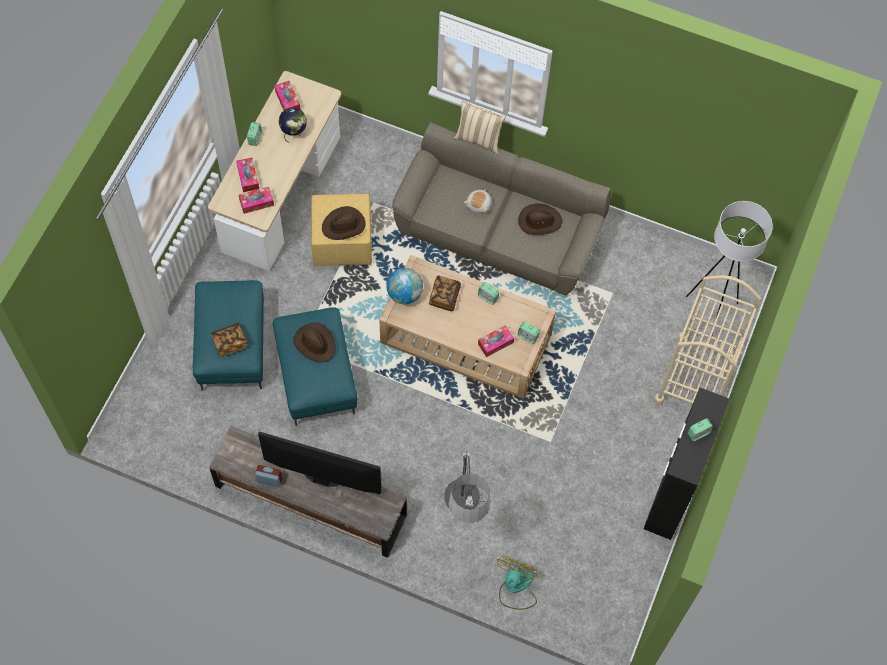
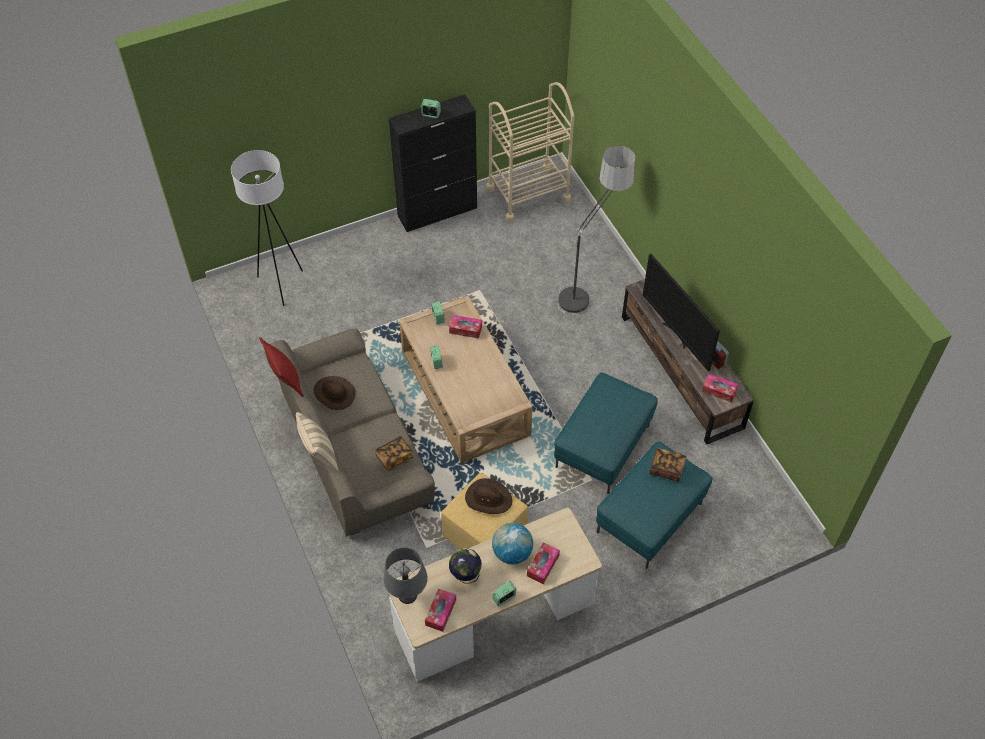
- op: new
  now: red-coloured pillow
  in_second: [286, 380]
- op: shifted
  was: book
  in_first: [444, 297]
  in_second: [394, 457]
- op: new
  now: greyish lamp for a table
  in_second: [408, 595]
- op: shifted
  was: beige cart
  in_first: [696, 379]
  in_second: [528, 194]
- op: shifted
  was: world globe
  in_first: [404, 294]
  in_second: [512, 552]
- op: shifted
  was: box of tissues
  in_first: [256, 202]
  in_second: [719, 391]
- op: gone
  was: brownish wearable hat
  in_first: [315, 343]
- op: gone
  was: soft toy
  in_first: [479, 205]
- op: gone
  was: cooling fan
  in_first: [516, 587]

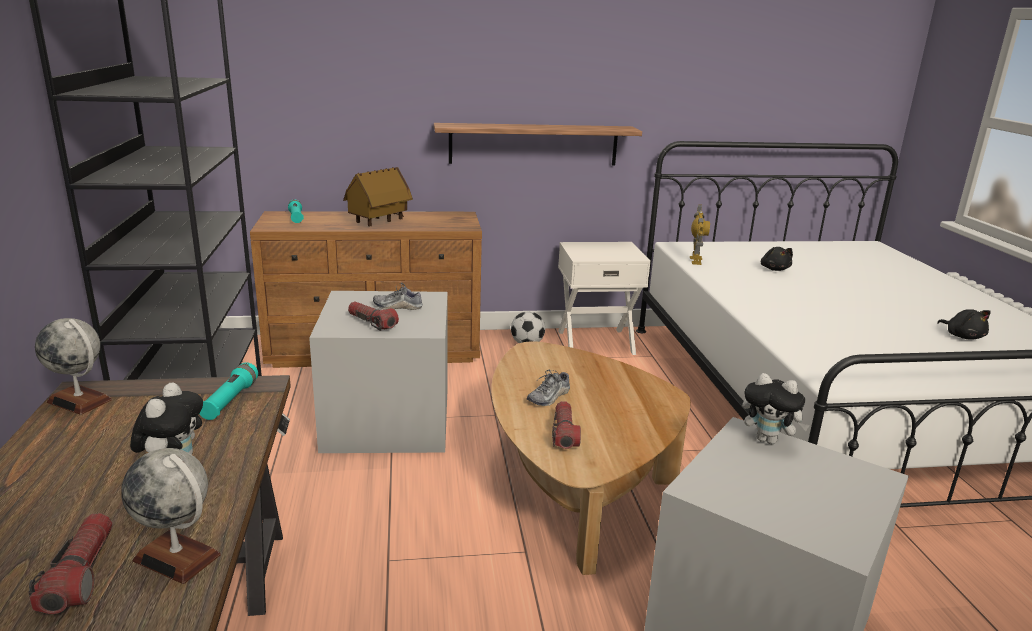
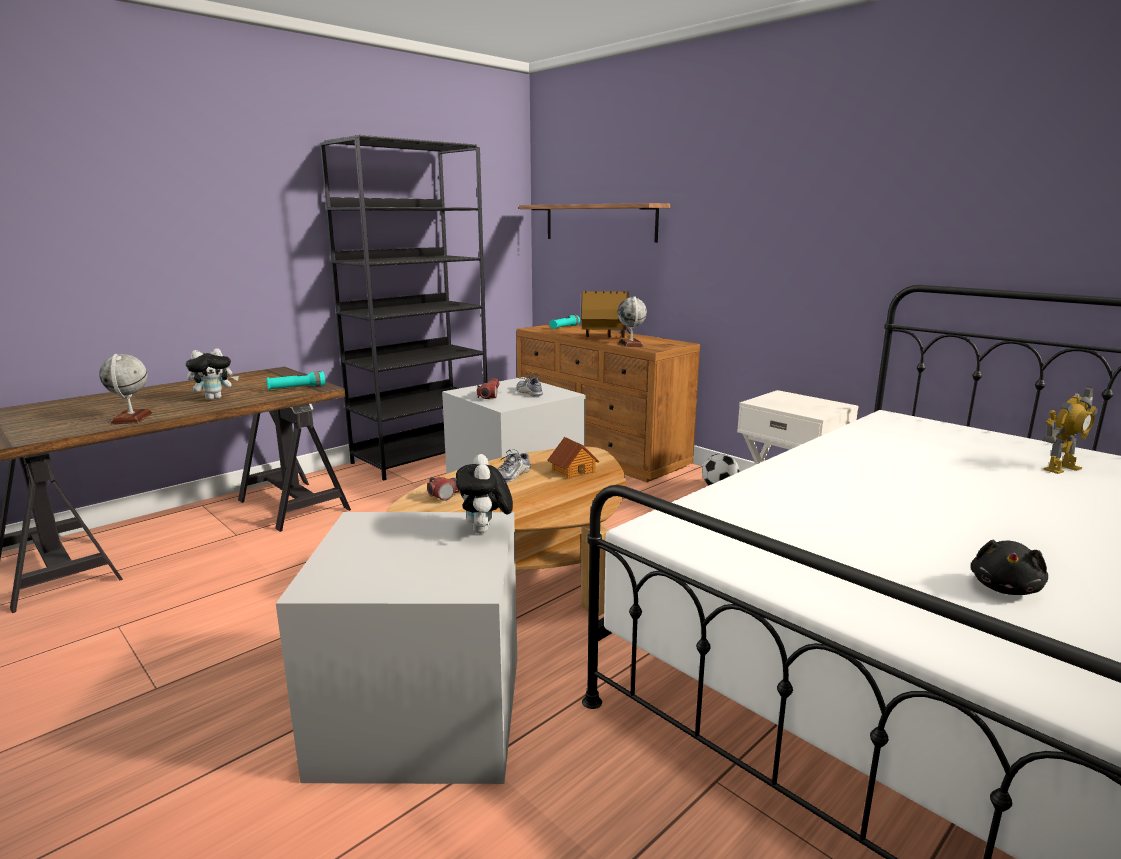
- op: rotated
  was: low shoe
  in_first: [549, 397]
  in_second: [511, 475]
  clockwise: -60
- op: shifted
  was: wall shelf
  in_first: [533, 144]
  in_second: [599, 222]
- op: new
  now: miniature house
  in_second: [573, 470]
- op: shifted
  was: world globe
  in_first: [80, 401]
  in_second: [631, 344]
- op: shifted
  was: toy robot
  in_first: [695, 260]
  in_second: [1061, 468]
- op: gone
  was: hand torch
  in_first: [80, 574]
- op: gone
  was: black-coloured soft toy
  in_first: [774, 269]

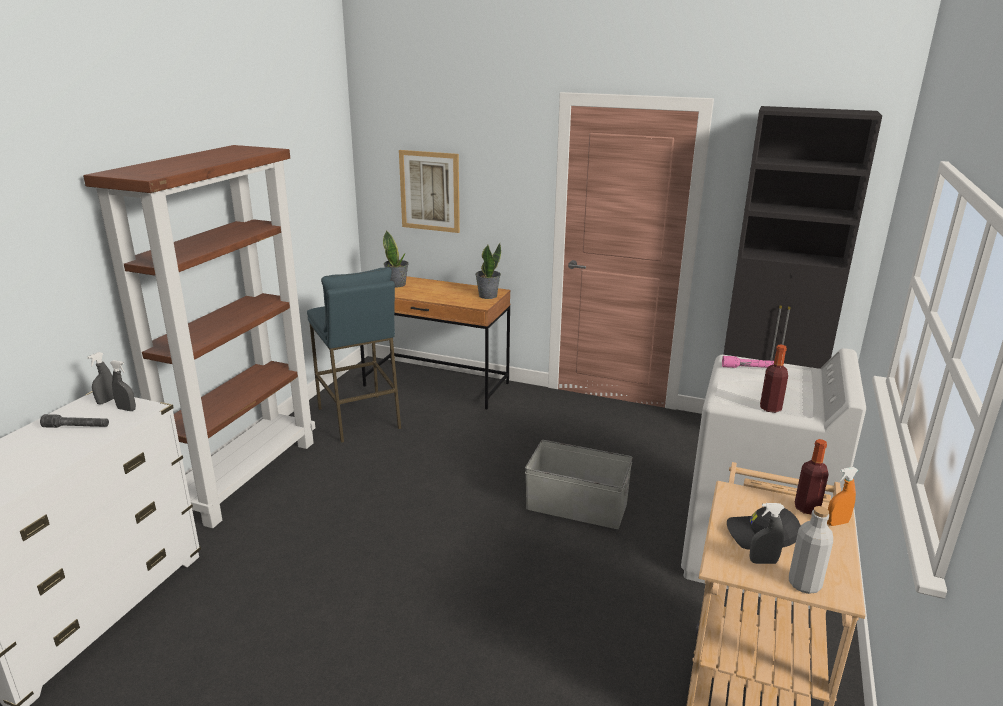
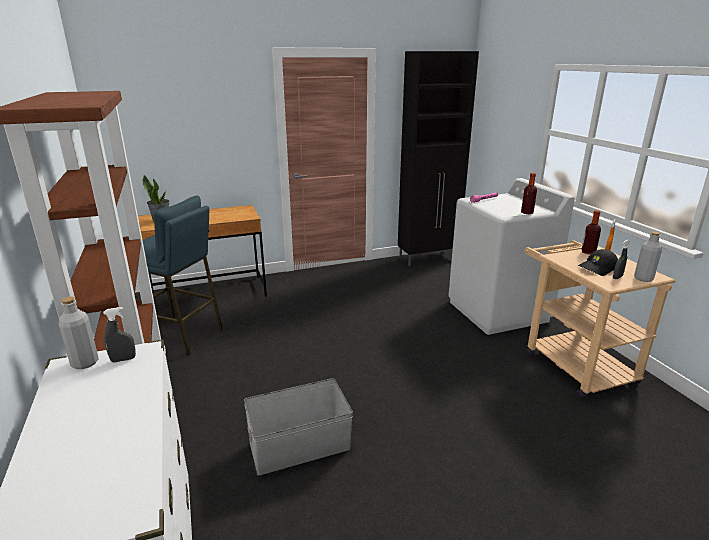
- op: swapped
  was: greyish sprayer
  now: greyish drink bottle
  in_first: [106, 401]
  in_second: [85, 363]
- op: shifted
  was: greyish storage box
  in_first: [576, 506]
  in_second: [299, 446]
- op: gone
  was: greyish hand torch
  in_first: [77, 427]
- op: gone
  was: wall art
  in_first: [430, 191]
- op: gone
  was: potted plant
  in_first: [487, 296]

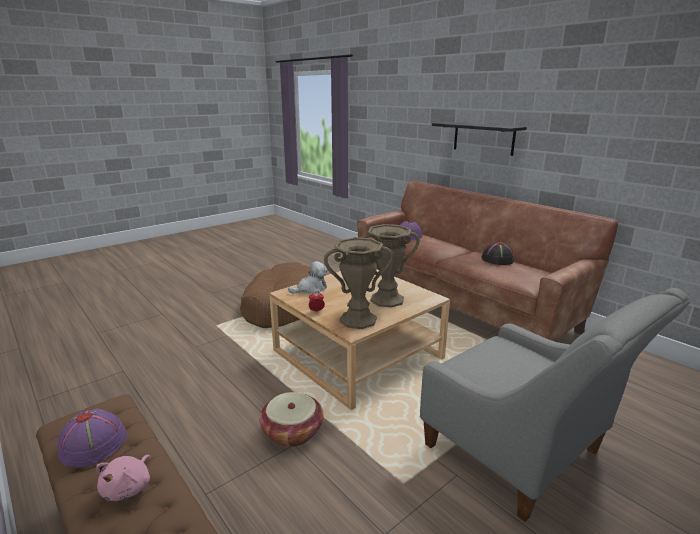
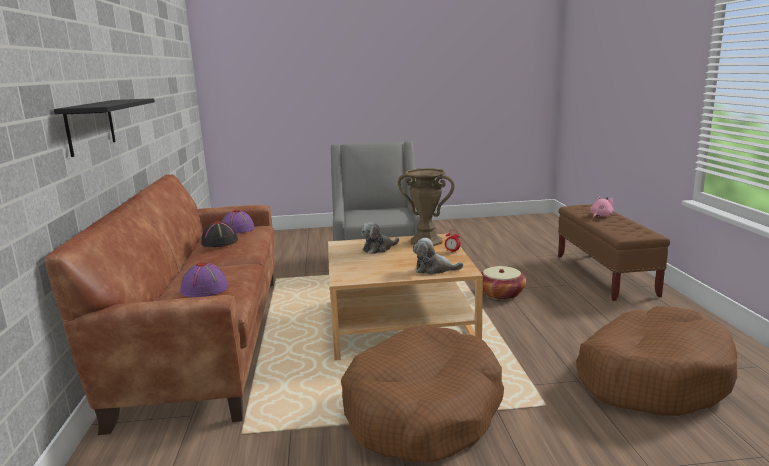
- op: shifted
  was: purple wearable hat
  in_first: [94, 444]
  in_second: [237, 229]
- op: swapped
  was: brownish decorative vase
  now: soft toy
  in_first: [387, 300]
  in_second: [379, 249]
- op: new
  now: brownish dog bed
  in_second: [652, 377]

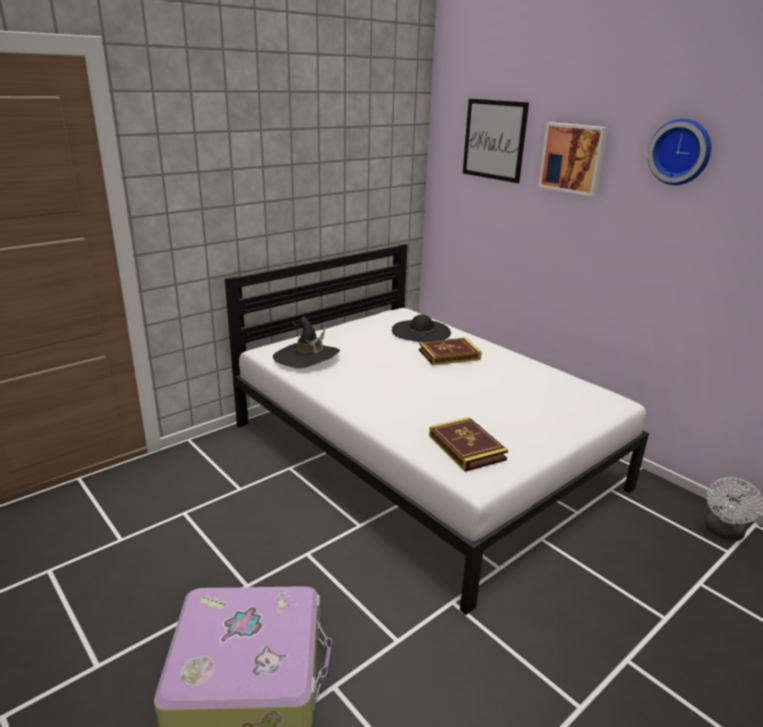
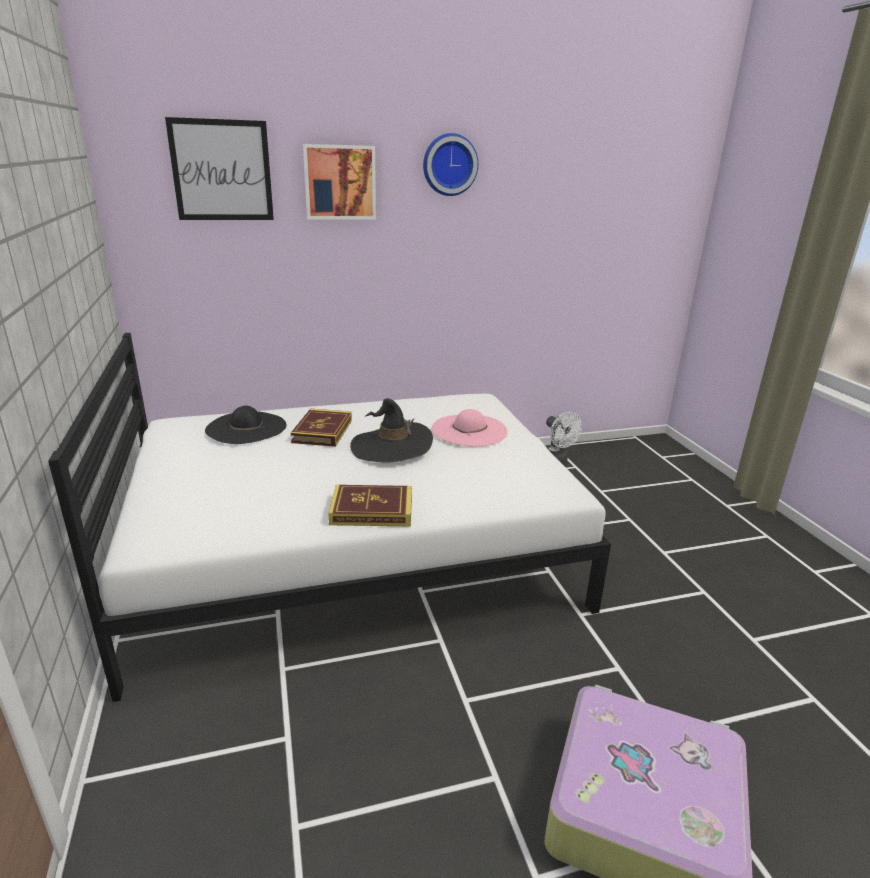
- op: shifted
  was: book
  in_first: [466, 447]
  in_second: [372, 510]
- op: shifted
  was: black-coloured wearable hat
  in_first: [306, 357]
  in_second: [391, 447]
- op: new
  now: pinkish wearable hat
  in_second: [469, 430]

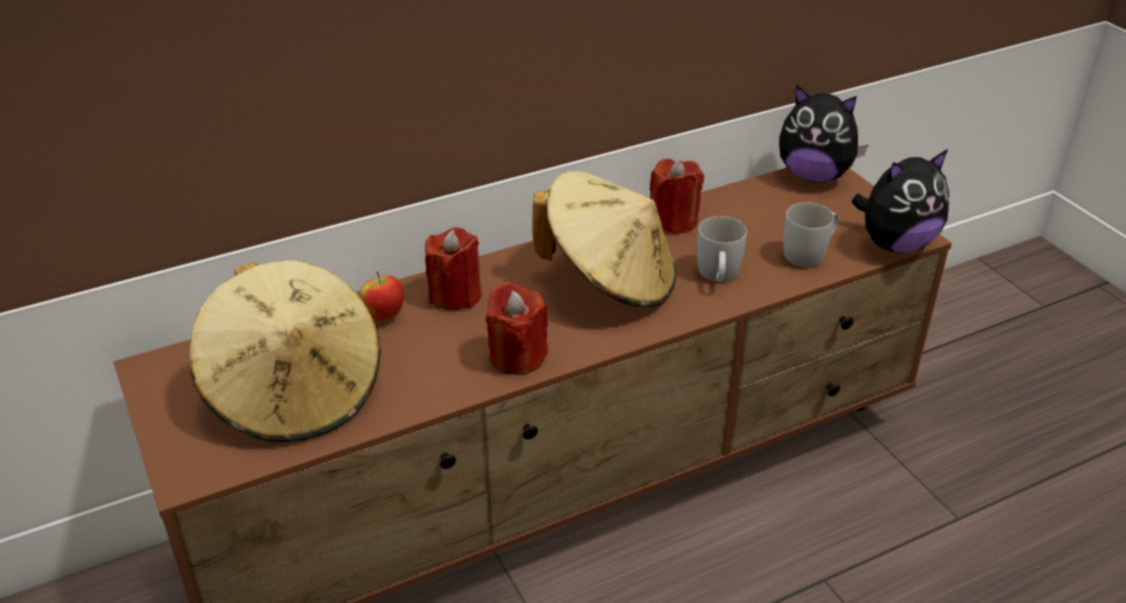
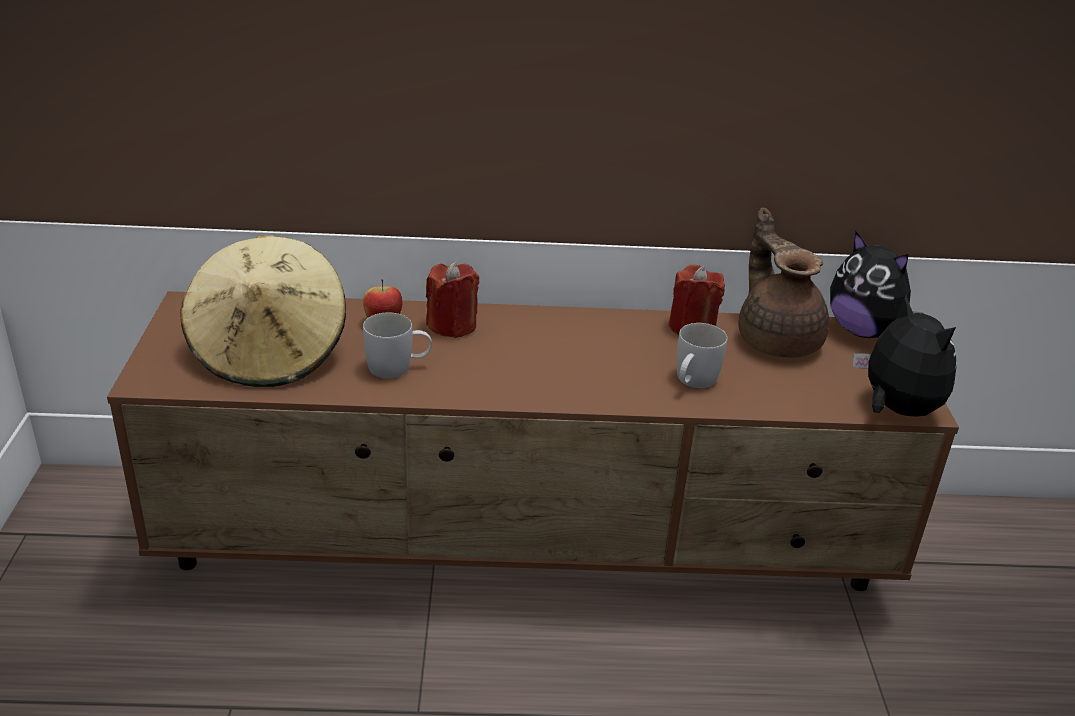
- op: shifted
  was: white coffee mug
  in_first: [810, 253]
  in_second: [398, 367]
- op: new
  now: brownish teapot
  in_second: [777, 339]
- op: rotated
  was: soft toy
  in_first: [895, 244]
  in_second: [895, 410]
  clockwise: -120
- op: gone
  was: red-coloured wax candle
  in_first: [517, 356]
- op: gone
  was: beige wearable hat
  in_first: [609, 280]

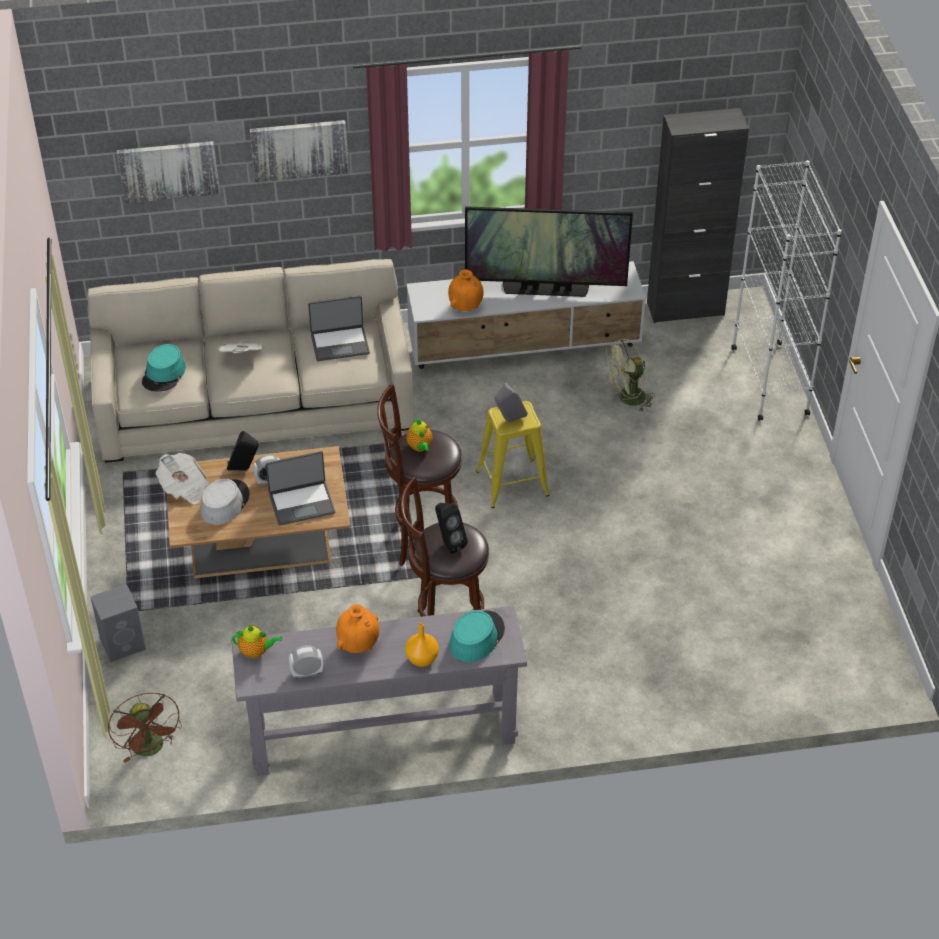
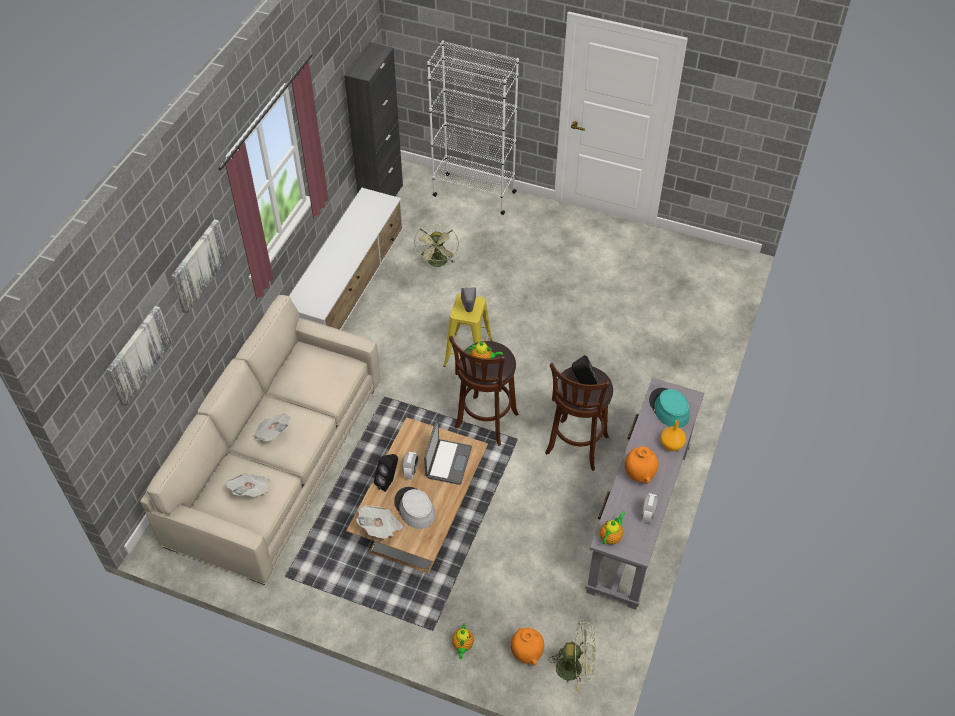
- op: swapped
  was: turquoise wearable hat
  now: newspaper
  in_first: [164, 374]
  in_second: [251, 490]
- op: swapped
  was: greyish speaker
  now: teapot
  in_first: [124, 643]
  in_second: [462, 646]
- op: shifted
  was: orange-coloured decorative vase
  in_first: [466, 307]
  in_second: [526, 653]
- op: repainted
  was: brownish cooling fan
  now: green cooling fan
  in_first: [151, 749]
  in_second: [575, 668]
- op: gone
  was: laptop
  in_first: [340, 343]
- op: gone
  was: TV
  in_first: [545, 289]

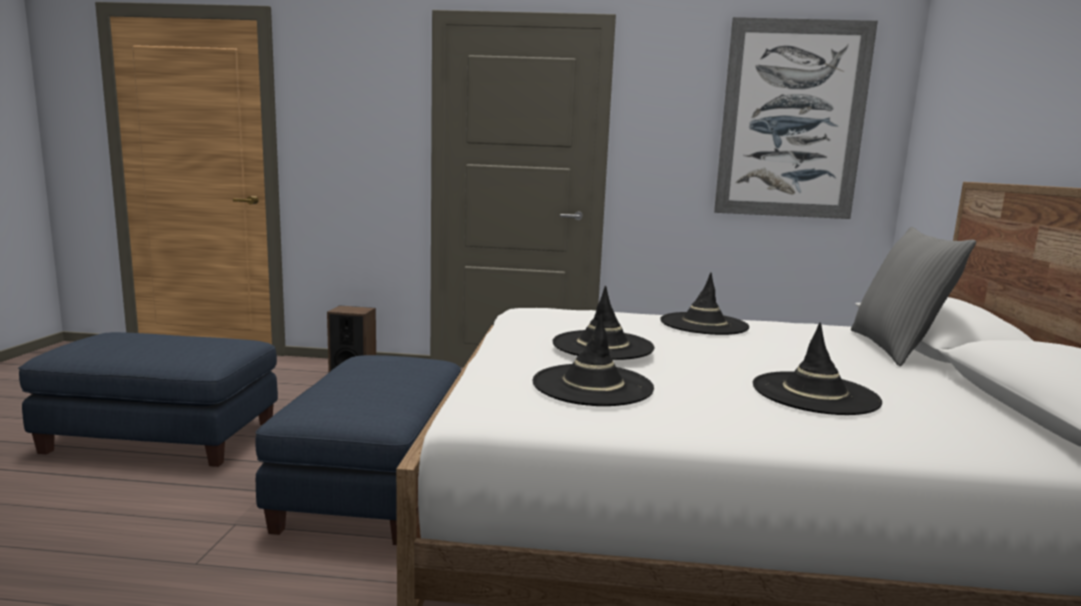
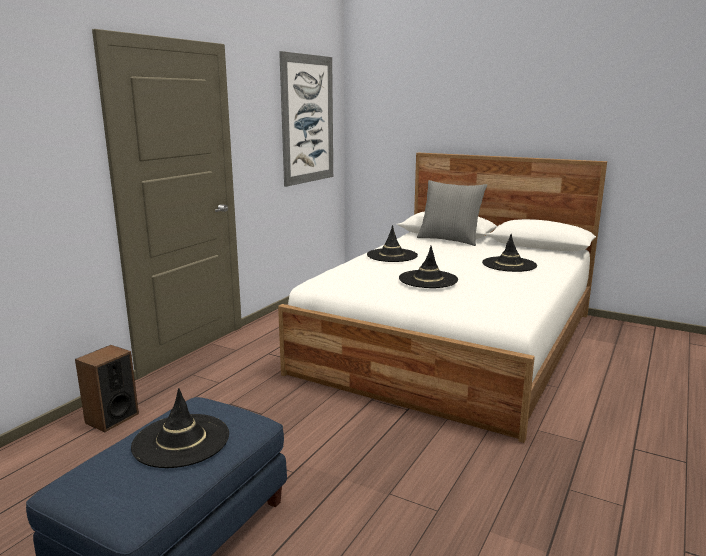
- op: shifted
  was: black-coloured wearable hat
  in_first: [592, 385]
  in_second: [181, 441]
- op: gone
  was: blue-coloured pouffe
  in_first: [373, 485]

